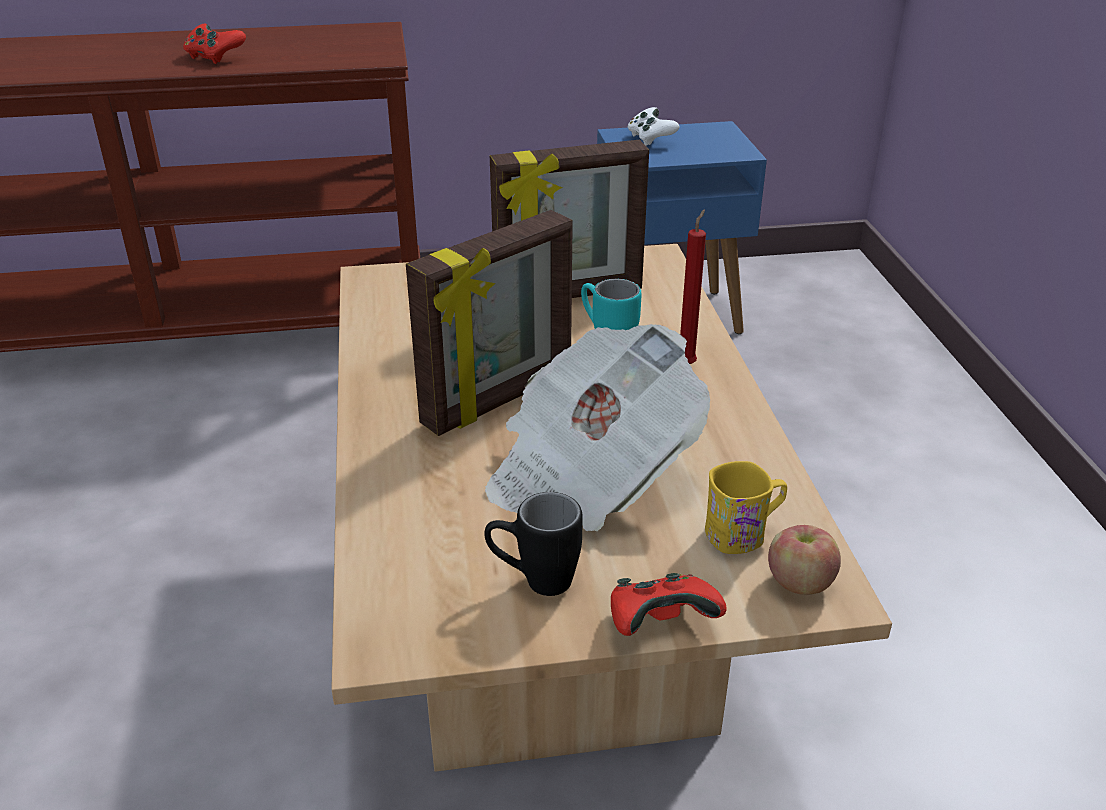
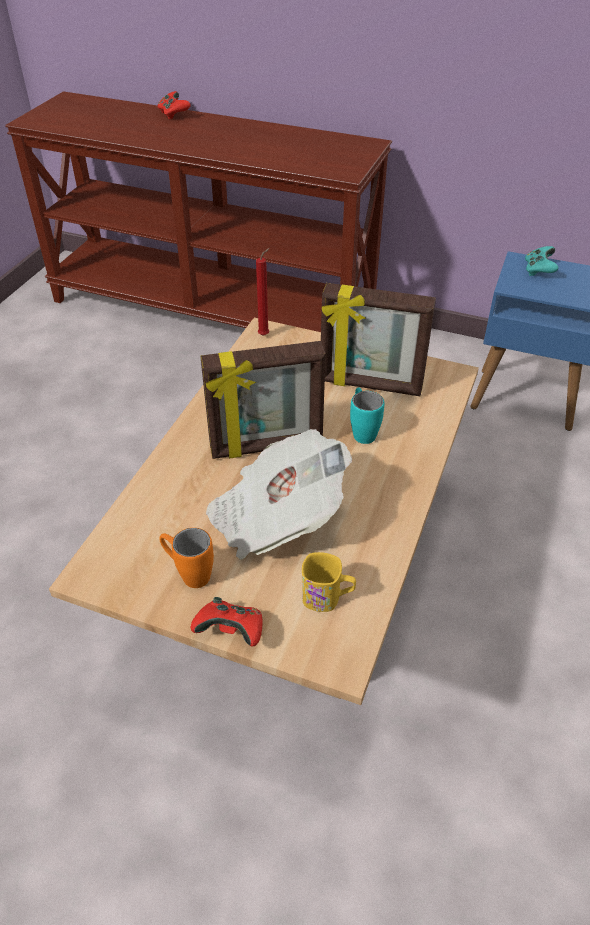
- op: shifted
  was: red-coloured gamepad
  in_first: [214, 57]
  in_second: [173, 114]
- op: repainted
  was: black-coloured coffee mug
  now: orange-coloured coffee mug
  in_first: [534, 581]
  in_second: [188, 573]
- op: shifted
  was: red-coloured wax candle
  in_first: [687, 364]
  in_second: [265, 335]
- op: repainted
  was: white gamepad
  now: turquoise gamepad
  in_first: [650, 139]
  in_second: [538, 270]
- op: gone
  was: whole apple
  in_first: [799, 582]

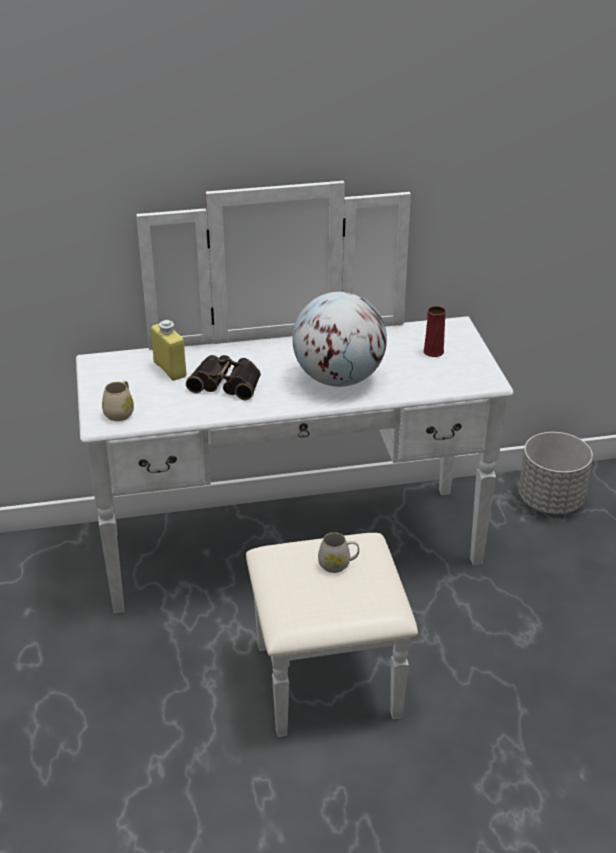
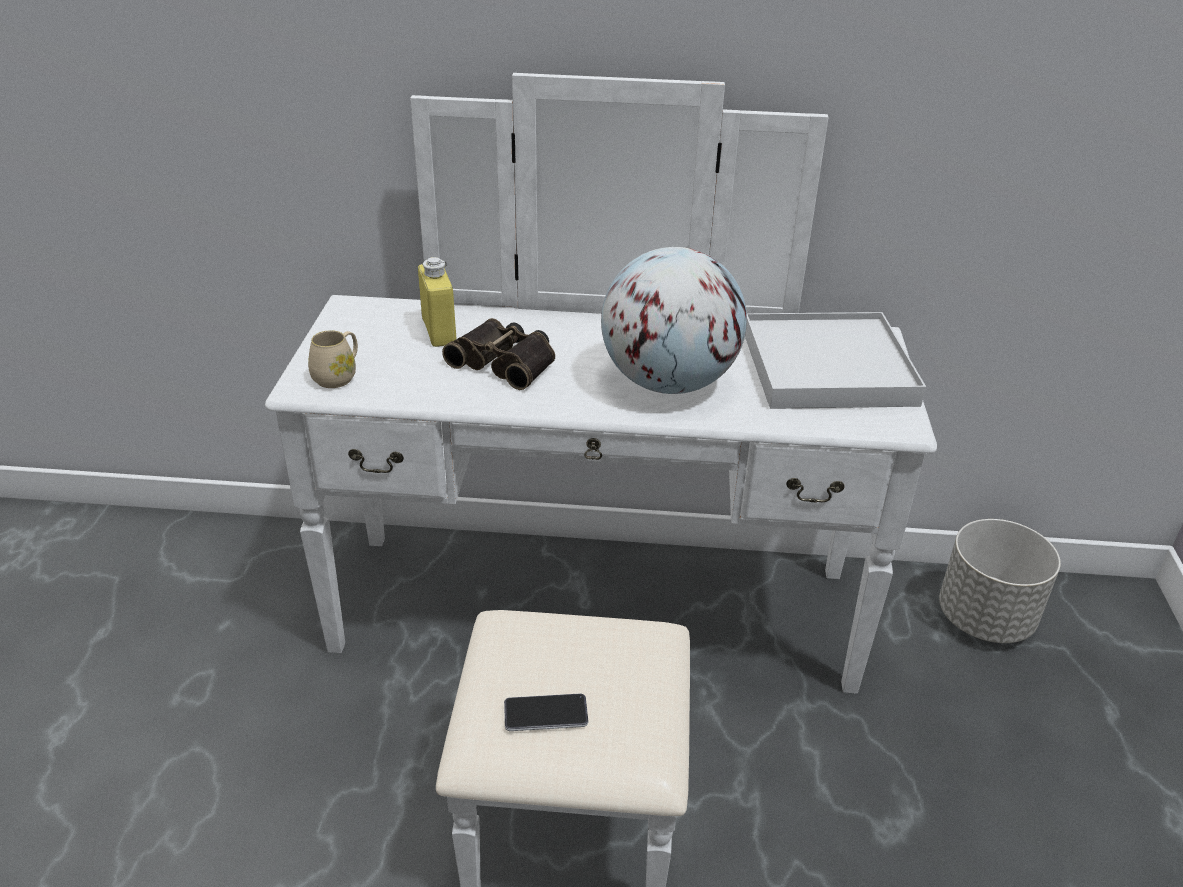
- op: new
  now: phone
  in_second: [545, 714]
- op: swapped
  was: red-coloured decorative vase
  now: white serving tray
  in_first: [433, 352]
  in_second: [828, 368]
- op: gone
  was: white coffee mug
  in_first: [338, 564]

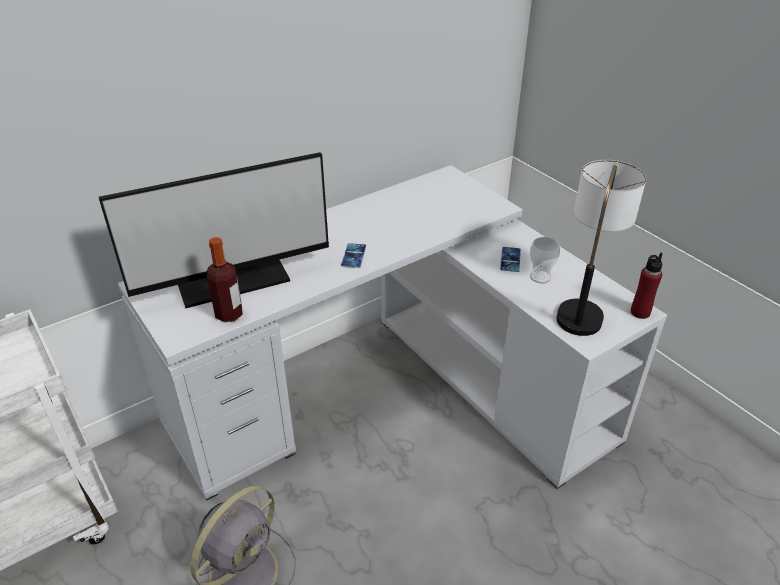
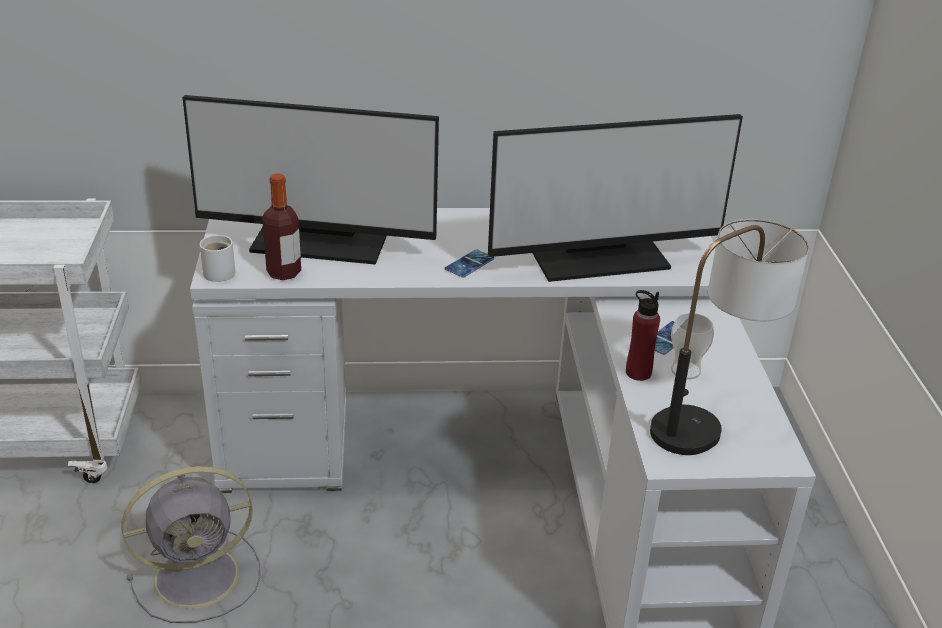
- op: new
  now: white coffee mug
  in_second: [221, 271]
- op: new
  now: computer display
  in_second: [599, 257]
- op: shifted
  was: red-coloured drink bottle
  in_first: [640, 312]
  in_second: [638, 372]

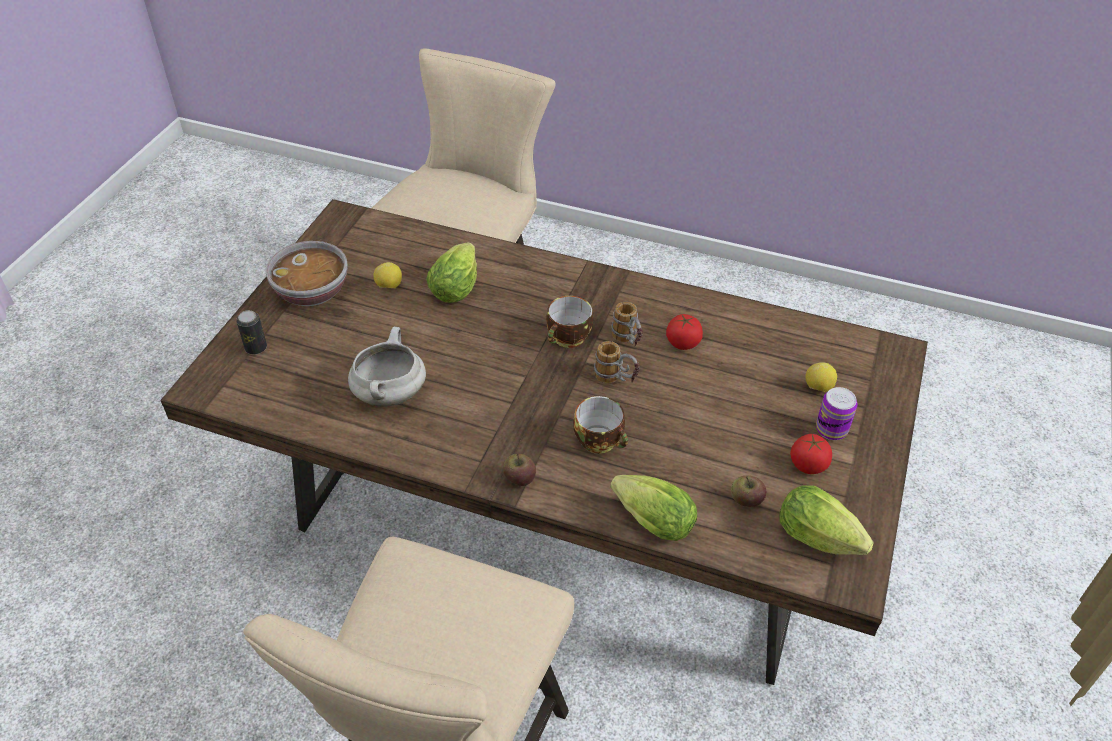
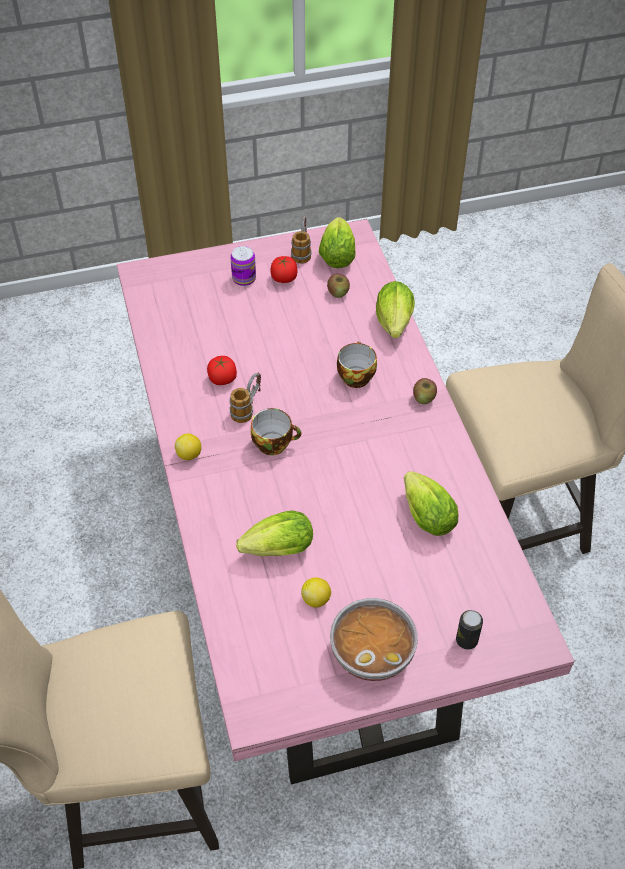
- op: repainted
  was: brownish kitchen table
  now: pinkish kitchen table
  in_first: [552, 533]
  in_second: [314, 565]
- op: shifted
  was: citrus fruit
  in_first: [818, 387]
  in_second: [189, 455]
- op: shifted
  was: coffee mug
  in_first: [616, 380]
  in_second: [302, 251]
- op: swapped
  was: white cooking pot
  now: head of lettuce
  in_first: [389, 394]
  in_second: [425, 514]

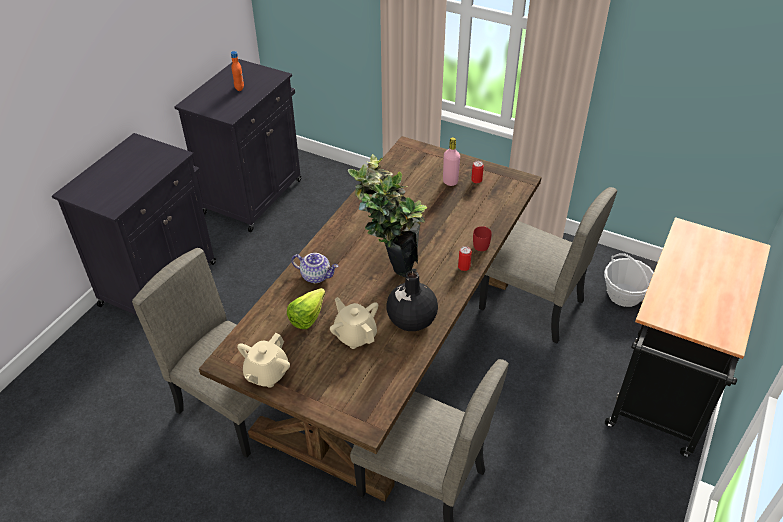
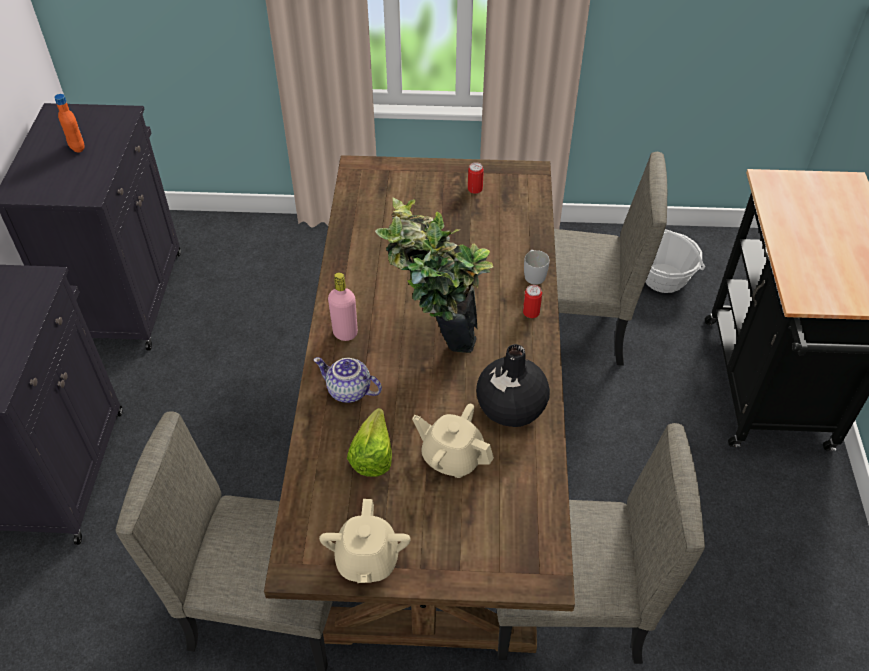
- op: rotated
  was: teapot
  in_first: [316, 276]
  in_second: [348, 391]
  clockwise: -150
- op: shifted
  was: pinkish drink bottle
  in_first: [450, 181]
  in_second: [345, 333]
- op: repainted
  was: red-coloured coffee mug
  now: white coffee mug
  in_first: [481, 244]
  in_second: [533, 274]

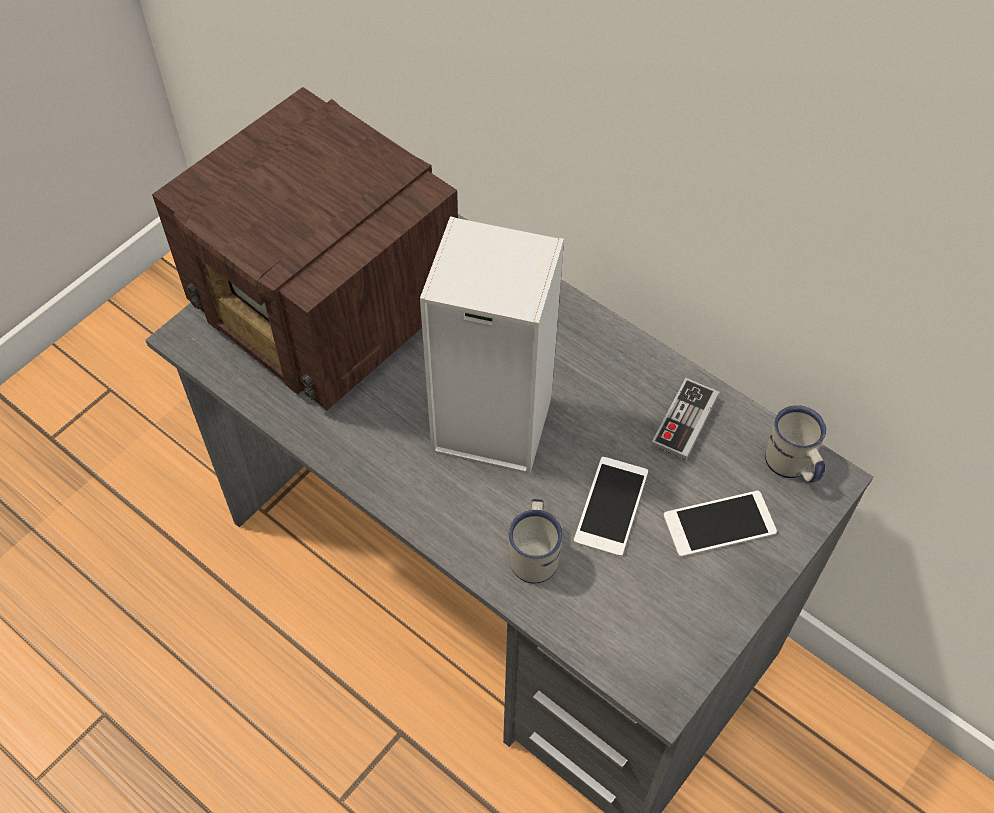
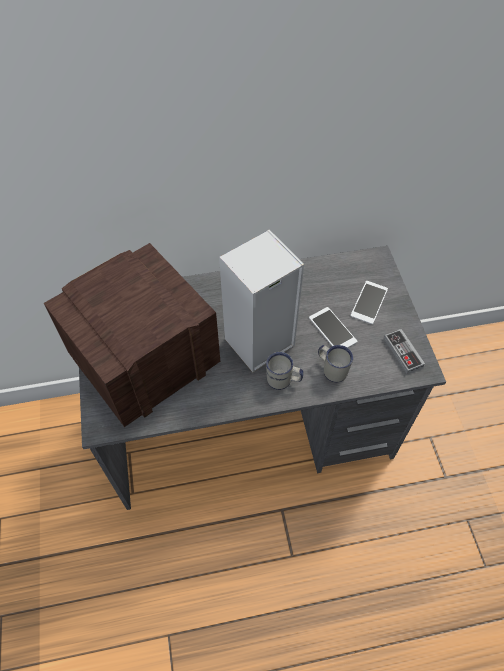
- op: rotated
  was: radio set
  in_first: [327, 309]
  in_second: [142, 362]
  clockwise: 150
- op: shifted
  was: white coffee mug
  in_first: [791, 467]
  in_second: [283, 381]
- op: shifted
  was: gamepad
  in_first: [684, 423]
  in_second: [403, 352]

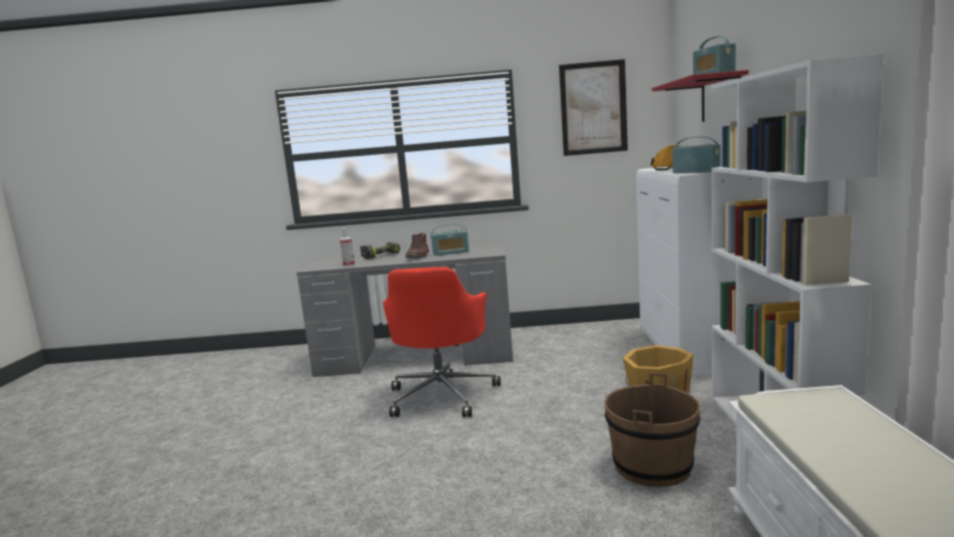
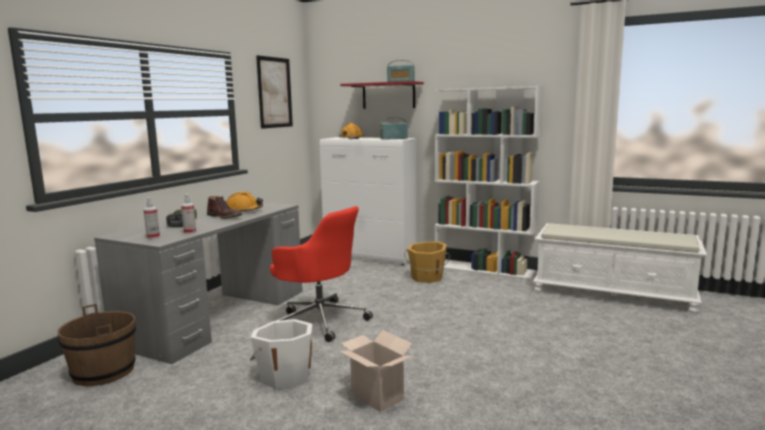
- op: shifted
  was: brownish pail
  in_first: [653, 466]
  in_second: [104, 372]
- op: new
  now: sprayer
  in_second: [153, 237]
- op: swapped
  was: radio set
  now: orange-coloured hard hat
  in_first: [451, 252]
  in_second: [244, 211]
- op: new
  now: white pail
  in_second: [285, 376]
- op: new
  now: cardboard box
  in_second: [375, 397]

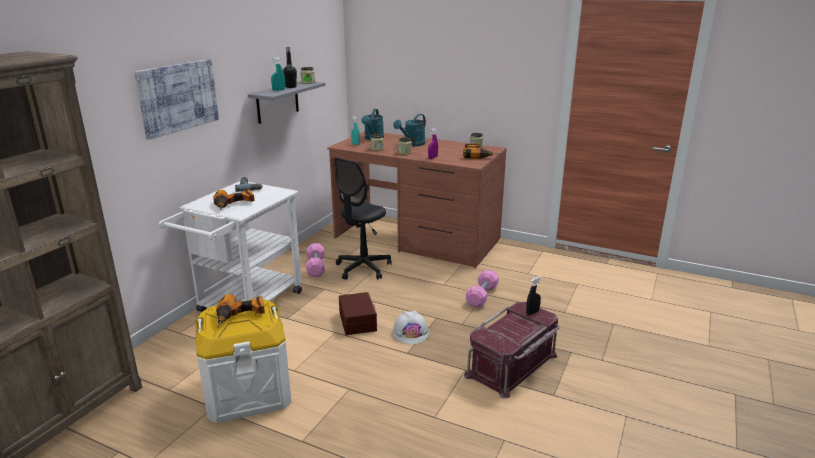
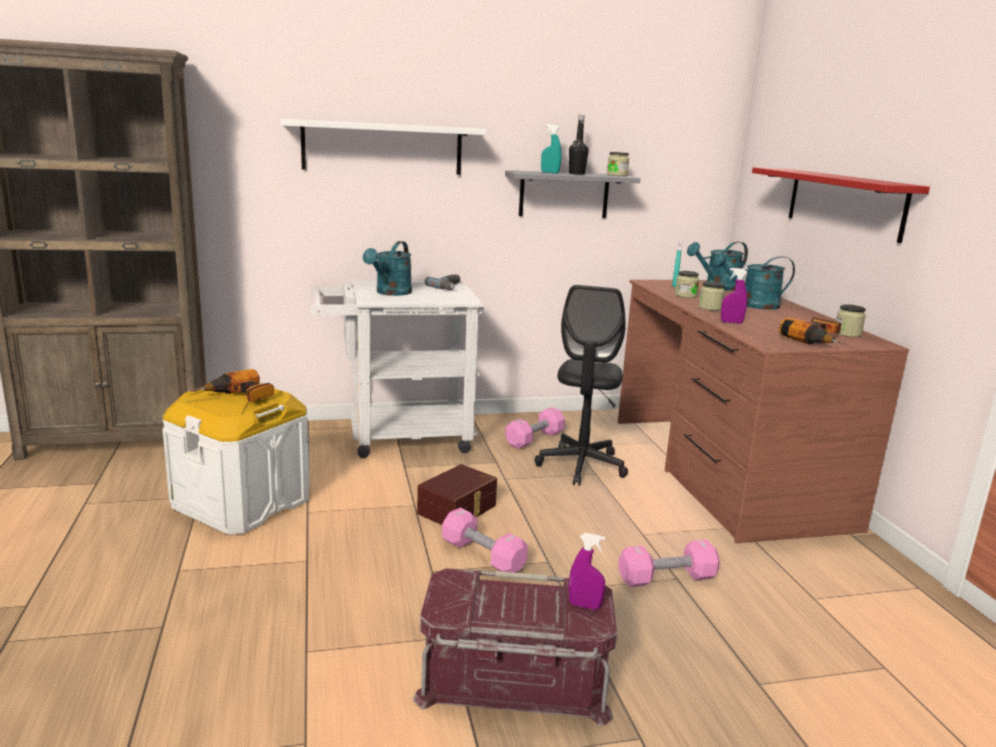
- op: swapped
  was: wall art
  now: white wall shelf
  in_first: [178, 97]
  in_second: [382, 148]
- op: swapped
  was: power drill
  now: turquoise watering pot
  in_first: [234, 205]
  in_second: [390, 293]
- op: swapped
  was: white hard hat
  now: pinkish free weight
  in_first: [411, 332]
  in_second: [483, 556]
- op: rotated
  was: black-coloured computer chair
  in_first: [363, 268]
  in_second: [581, 466]
  clockwise: -75
- op: repainted
  was: black-coloured sprayer
  now: purple sprayer
  in_first: [532, 312]
  in_second: [584, 605]
- op: new
  now: red-coloured wall shelf
  in_second: [844, 203]

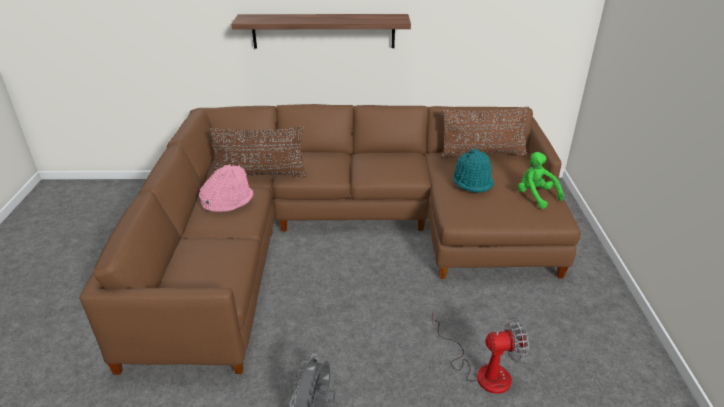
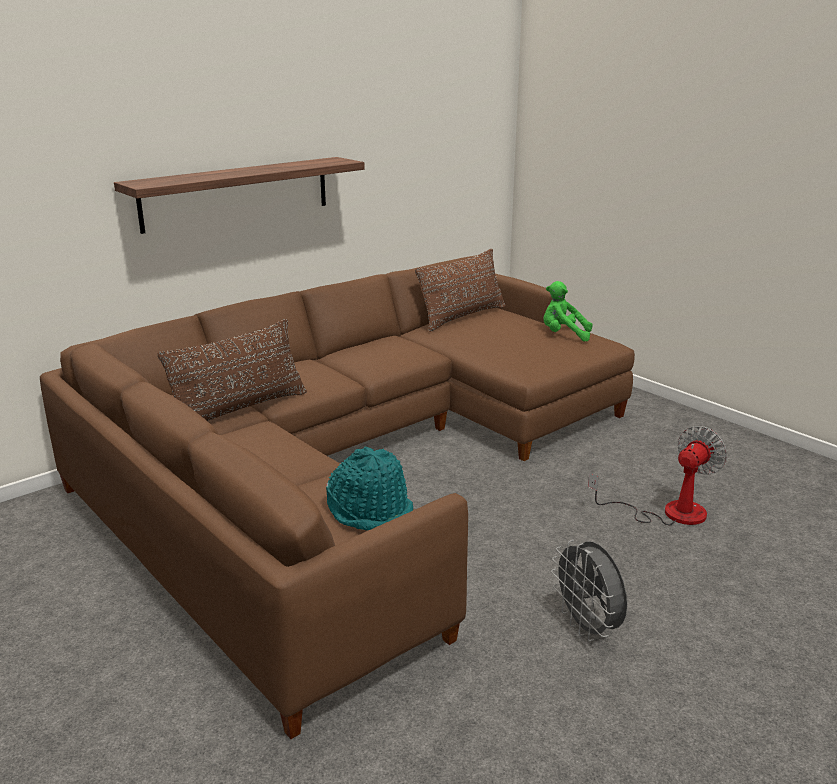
- op: shifted
  was: turquoise wearable hat
  in_first: [472, 182]
  in_second: [370, 511]
- op: gone
  was: pinkish wearable hat
  in_first: [227, 201]

